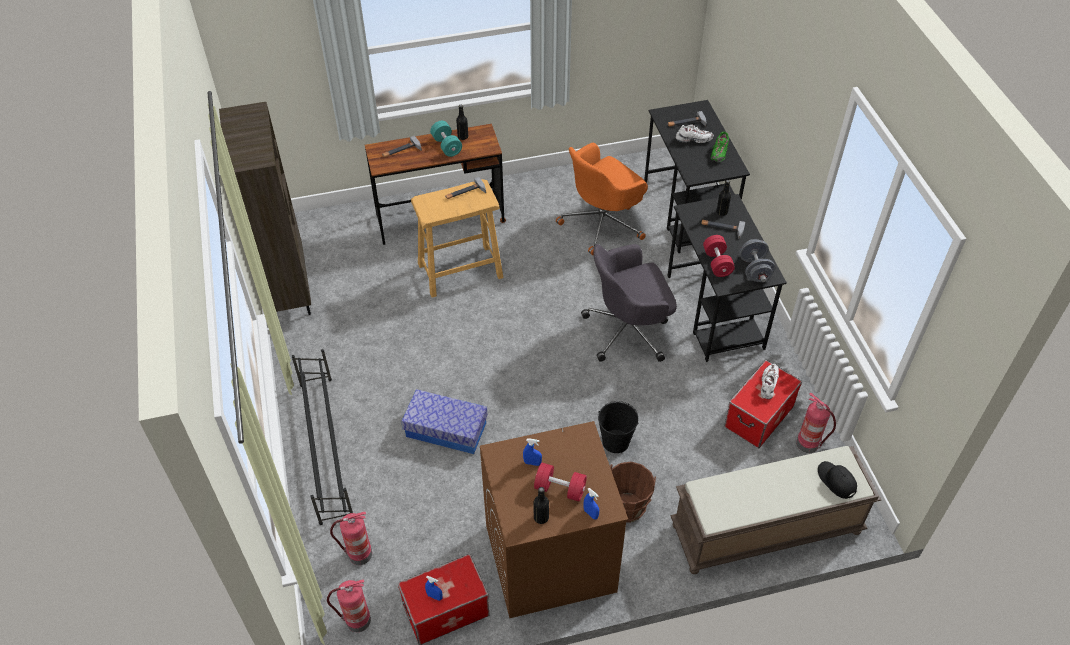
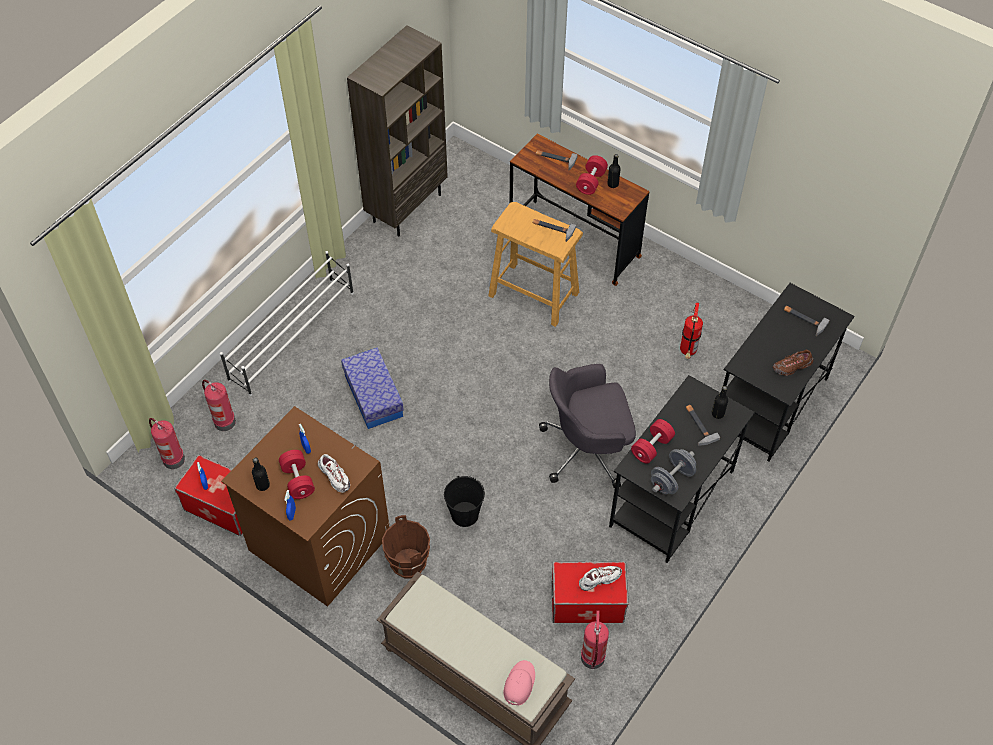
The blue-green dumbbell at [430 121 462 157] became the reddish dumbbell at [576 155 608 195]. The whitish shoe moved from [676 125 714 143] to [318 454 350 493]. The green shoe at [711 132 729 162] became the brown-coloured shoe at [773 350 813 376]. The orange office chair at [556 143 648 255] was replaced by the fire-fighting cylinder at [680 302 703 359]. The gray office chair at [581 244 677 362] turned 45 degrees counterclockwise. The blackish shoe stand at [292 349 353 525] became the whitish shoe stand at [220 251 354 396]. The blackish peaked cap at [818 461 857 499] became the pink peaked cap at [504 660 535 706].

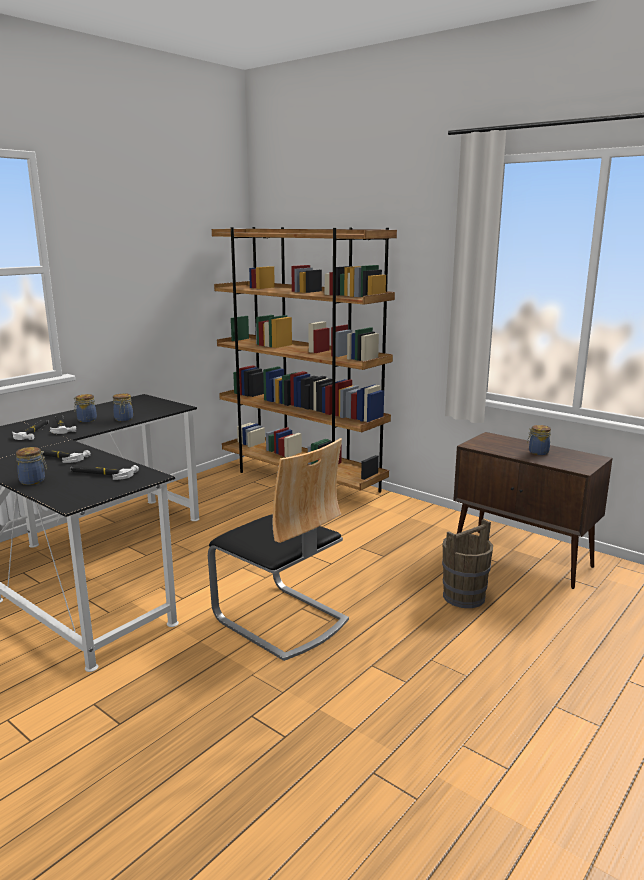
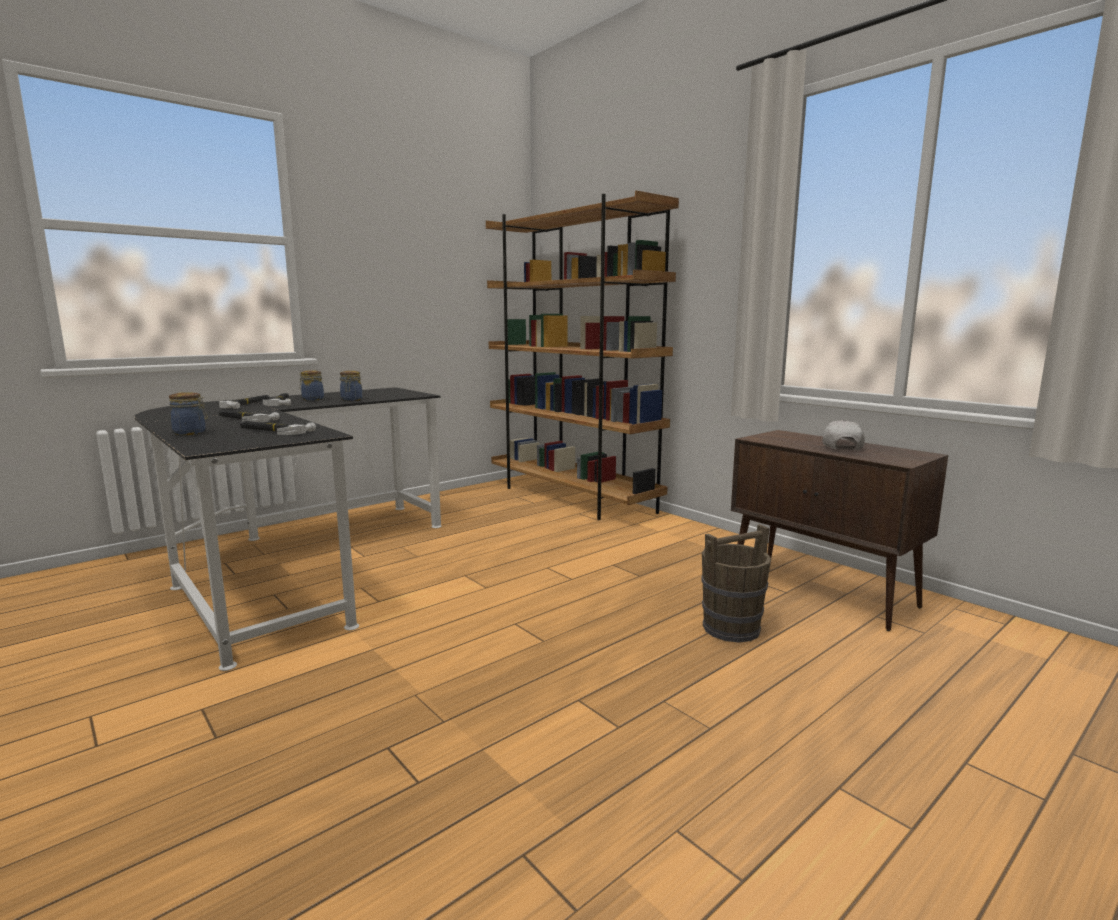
The storage jar at [527 425 551 455] was replaced by the whitish peaked cap at [822 420 865 450]. The upright chair at [208 438 349 661] disappeared.

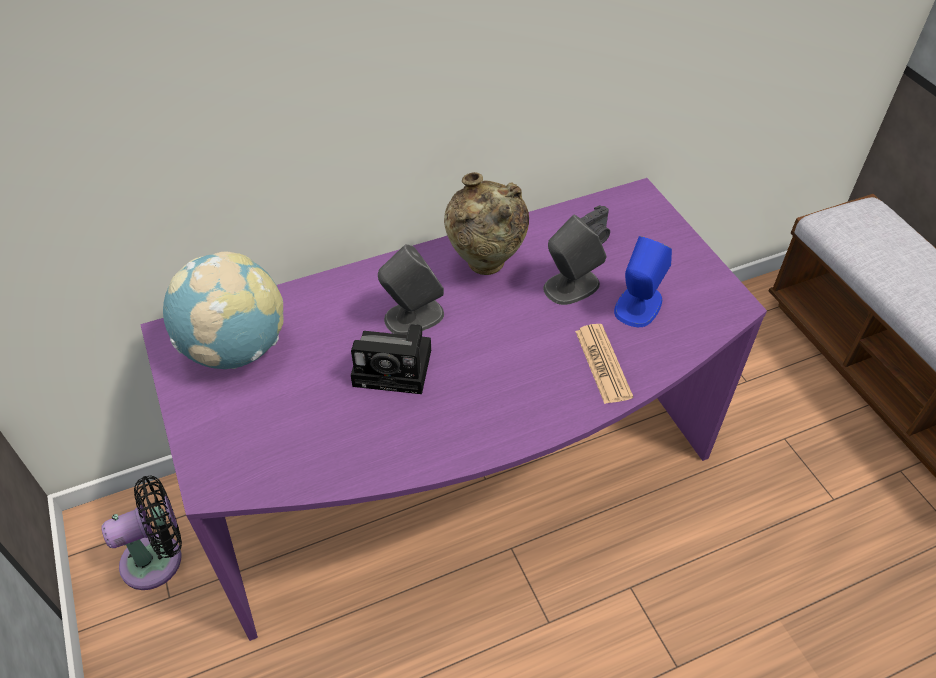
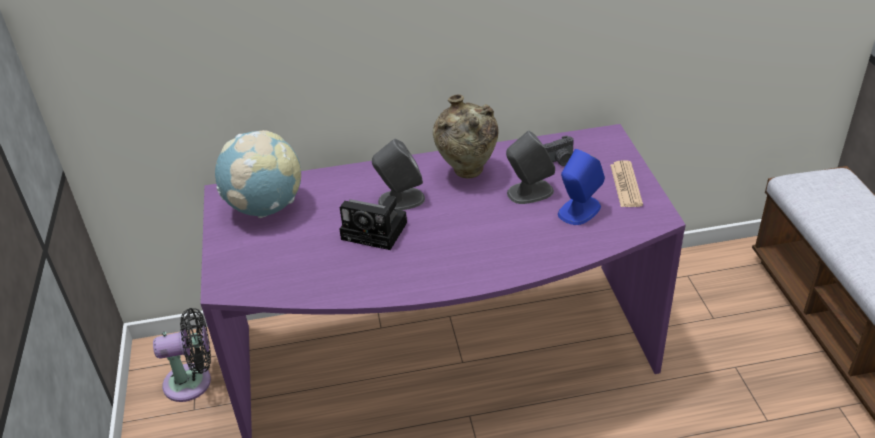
The newspaper moved from [575 324 633 404] to [610 160 643 207].

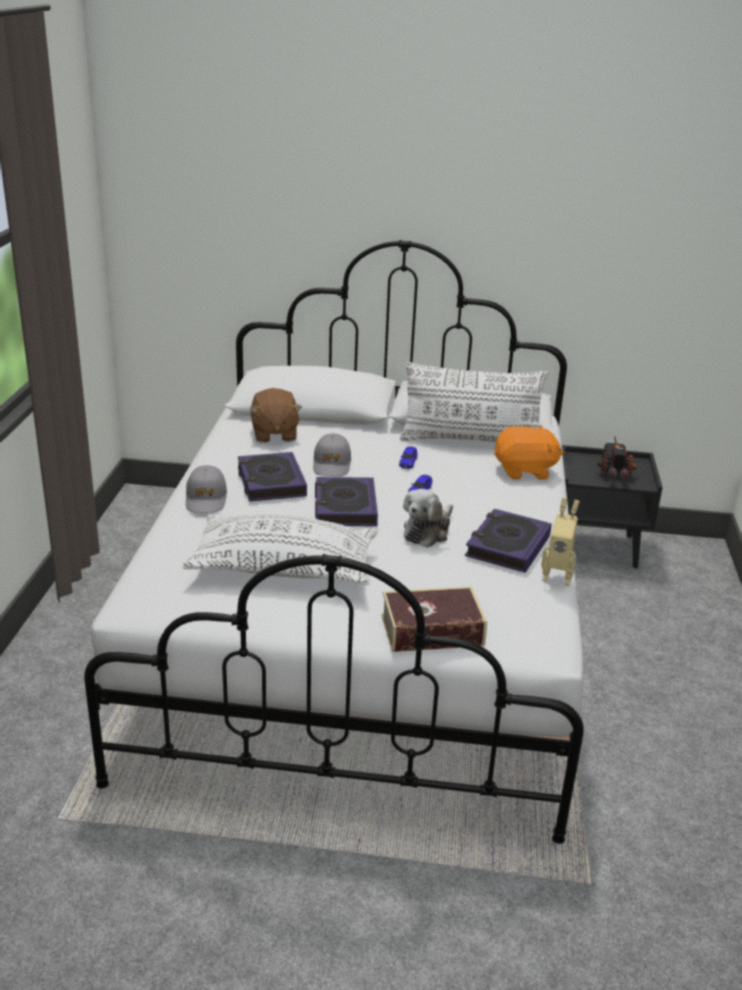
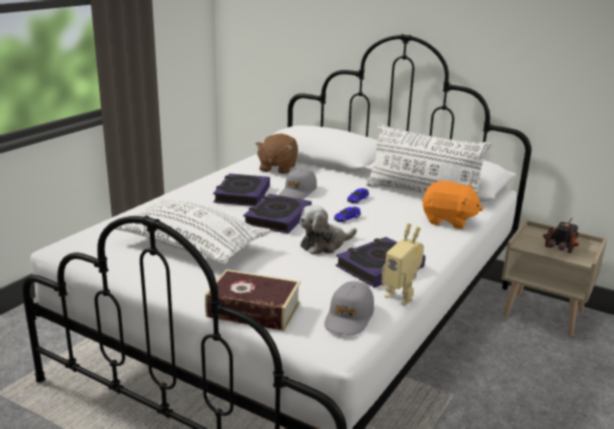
The blackish night table at [562 445 663 568] became the beige-coloured night table at [501 220 607 337]. The gray peaked cap moved from [186 465 227 513] to [324 281 374 335].

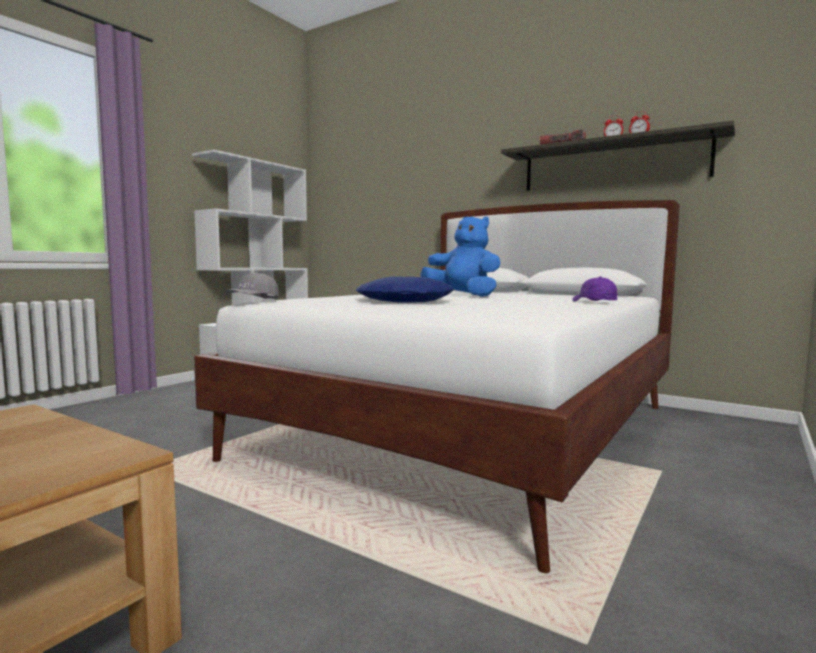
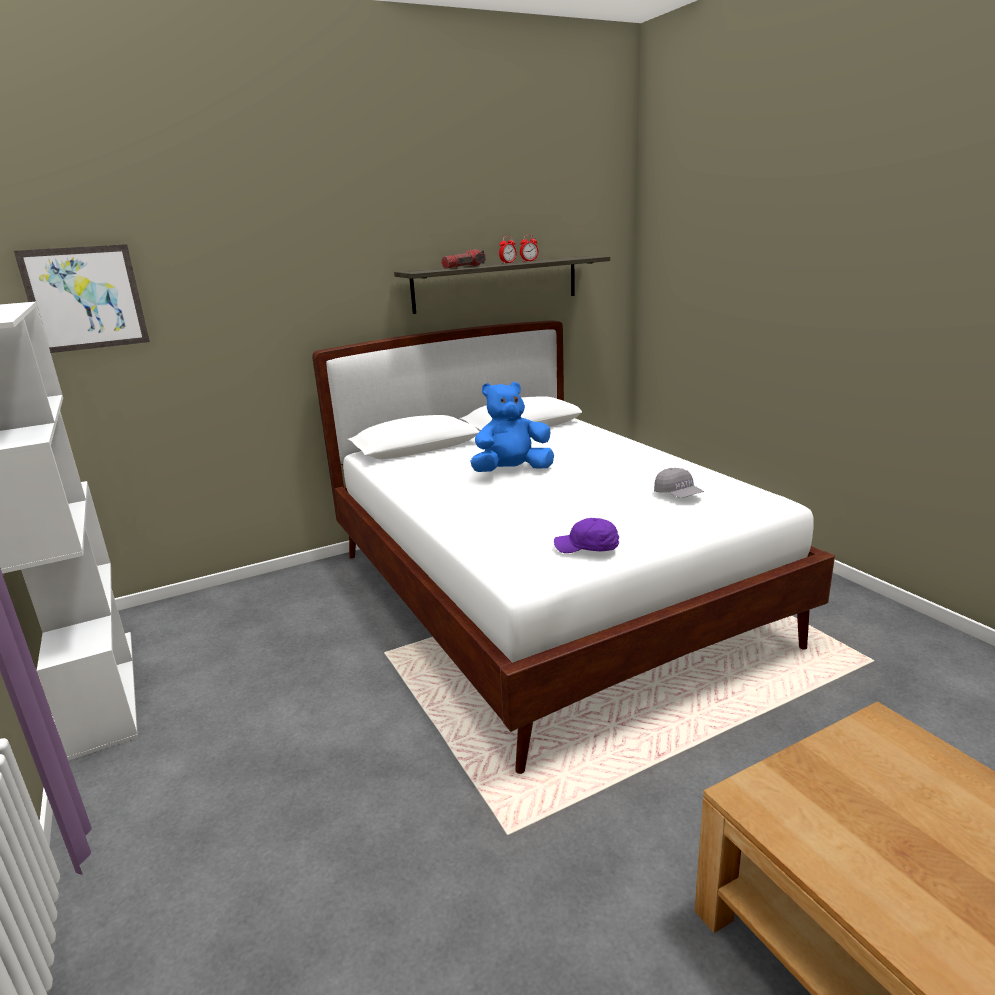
The gray peaked cap moved from [226 272 279 299] to [654 468 704 498]. The blue throw pillow at [356 276 454 303] disappeared. The purple-coloured peaked cap moved from [572 277 617 302] to [554 518 619 553]. The picture at [14 244 150 353] appeared.

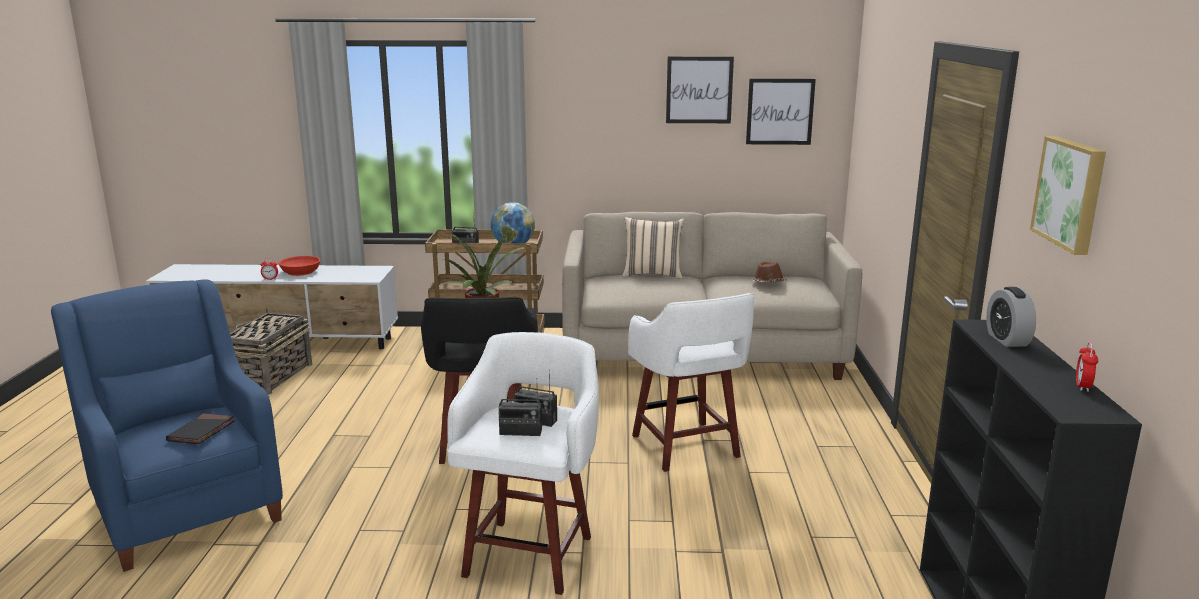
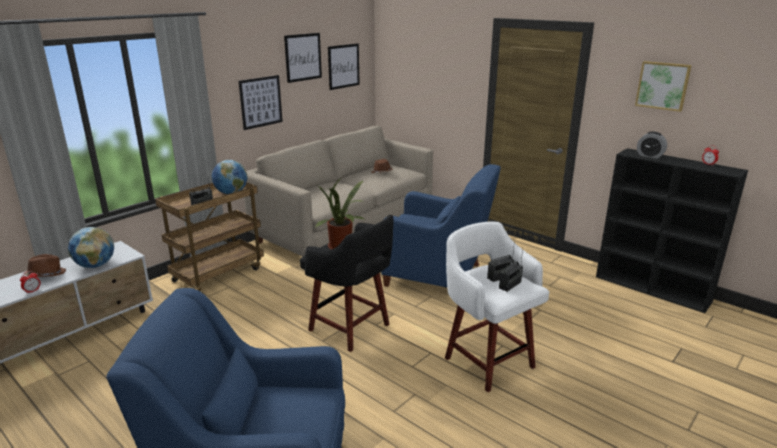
The beige-coloured throw pillow at [622 217 684 279] disappeared. The reddish serving bowl at [278 256 321 276] was replaced by the brown-coloured clothing hat at [24 254 66 277]. The whitish sitting stool at [628 293 754 472] was replaced by the blue armchair at [381 164 501 287]. The storage basket at [230 307 312 395] disappeared. The blackish bound book at [166 413 235 444] disappeared. The picture at [239 75 283 130] appeared. The desk globe at [68 227 114 268] appeared.

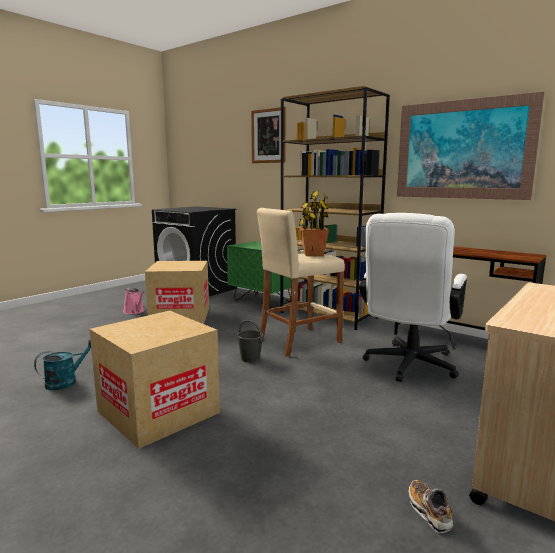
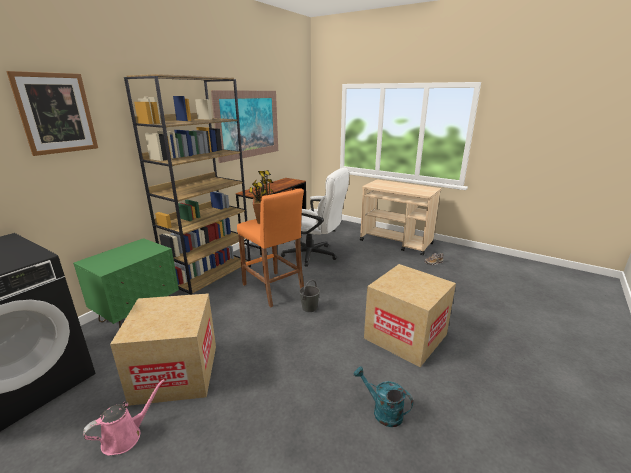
The beige-coloured sitting stool at [257 208 345 357] became the orange sitting stool at [237 188 304 307].

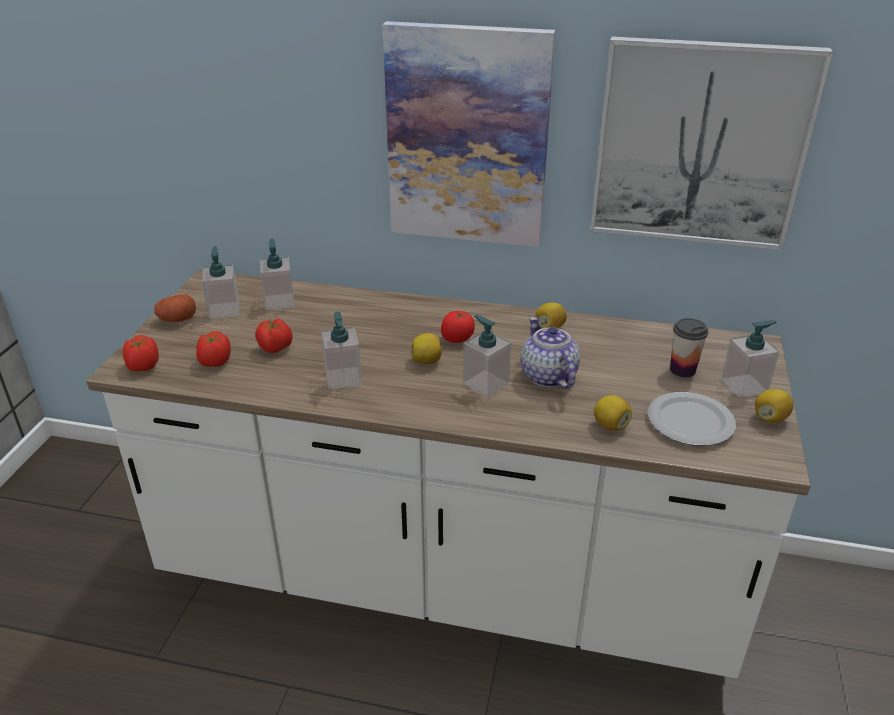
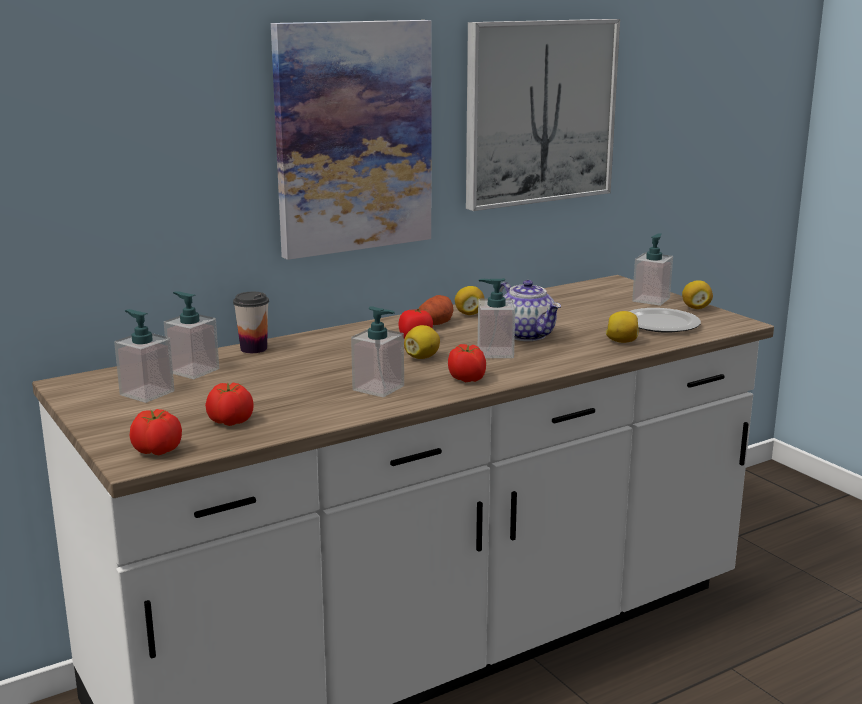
The whole potato moved from [154 294 196 322] to [418 295 454 325]. The teapot at [521 317 580 389] turned 150 degrees counterclockwise. The fresh tomato moved from [255 318 293 353] to [448 344 486 382]. The small cup moved from [670 318 709 378] to [233 292 269 353].

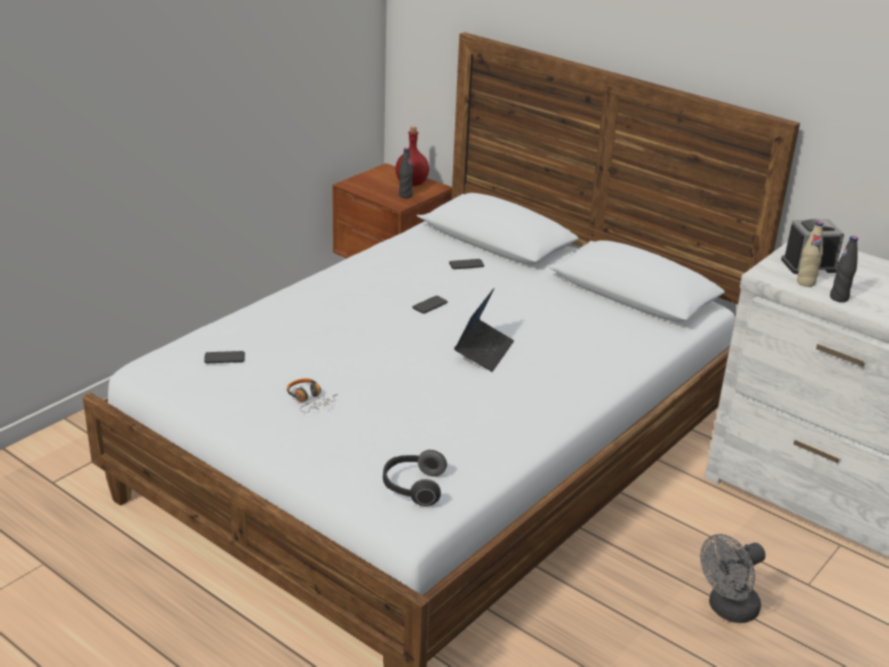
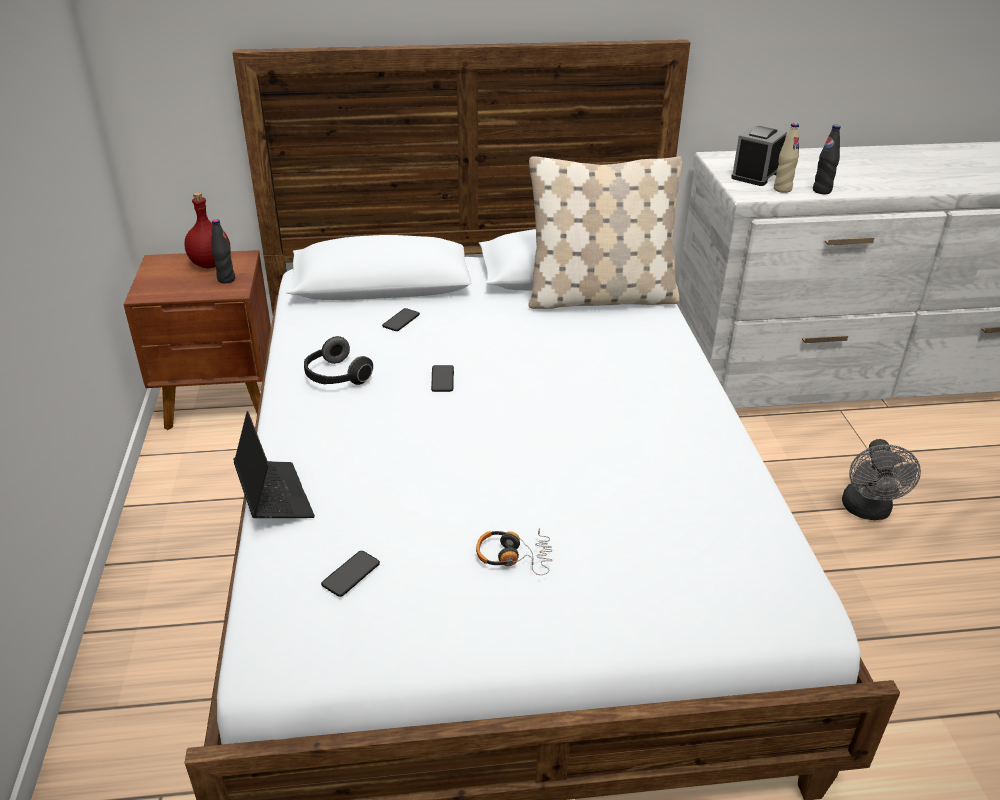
The portable computer moved from [454 288 514 372] to [233 411 315 518]. The headset moved from [383 450 447 506] to [304 336 373 385]. The beige-coloured throw pillow at [528 156 682 309] appeared.

